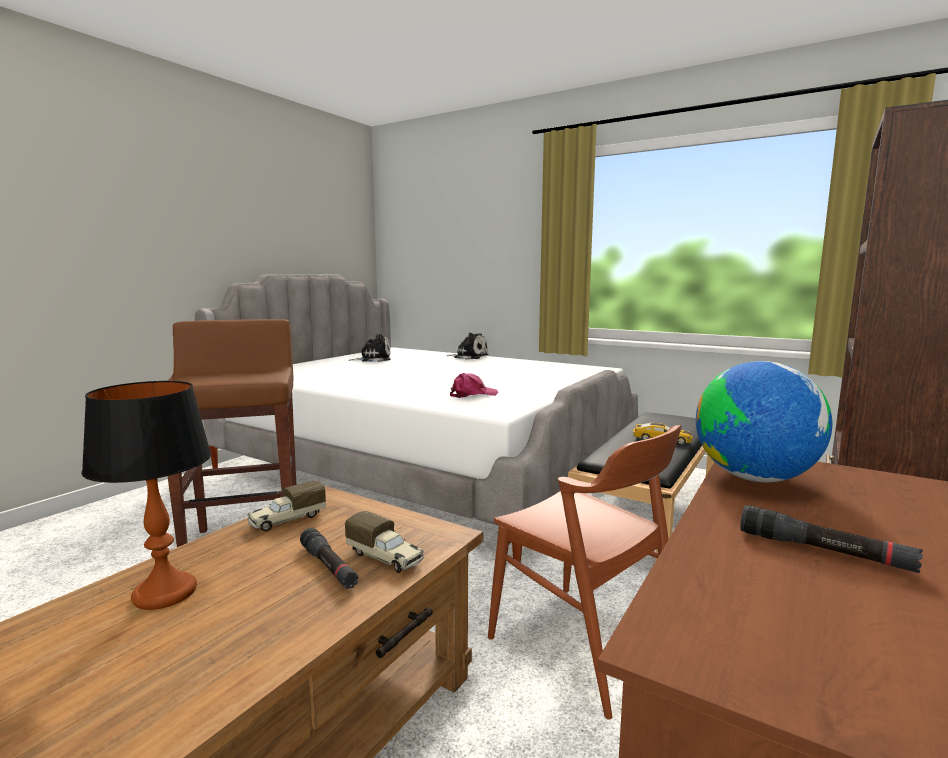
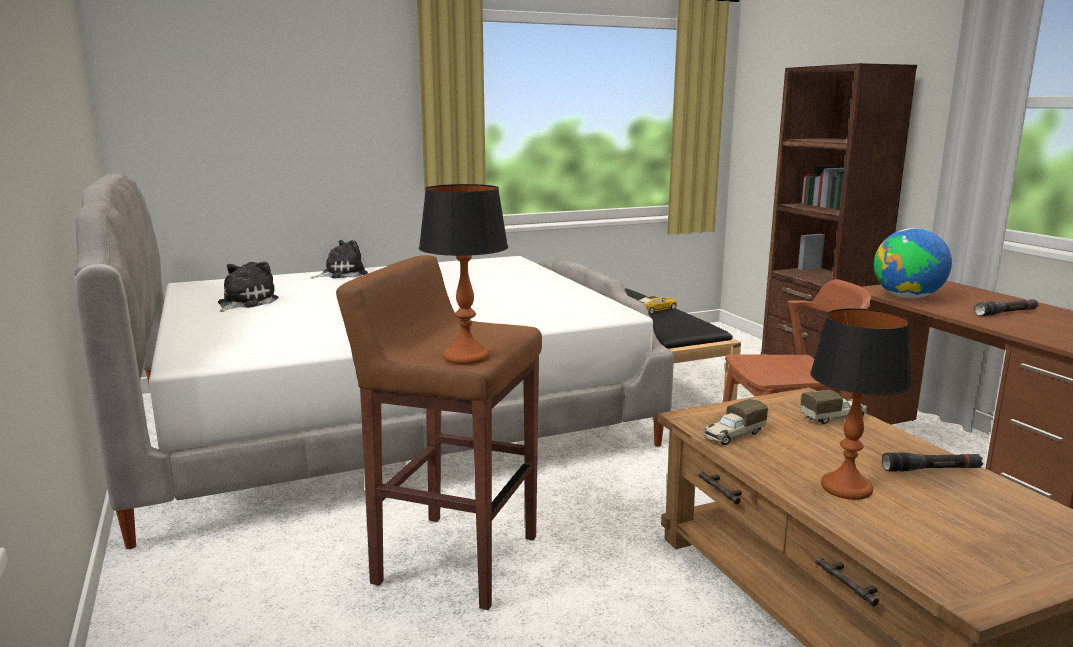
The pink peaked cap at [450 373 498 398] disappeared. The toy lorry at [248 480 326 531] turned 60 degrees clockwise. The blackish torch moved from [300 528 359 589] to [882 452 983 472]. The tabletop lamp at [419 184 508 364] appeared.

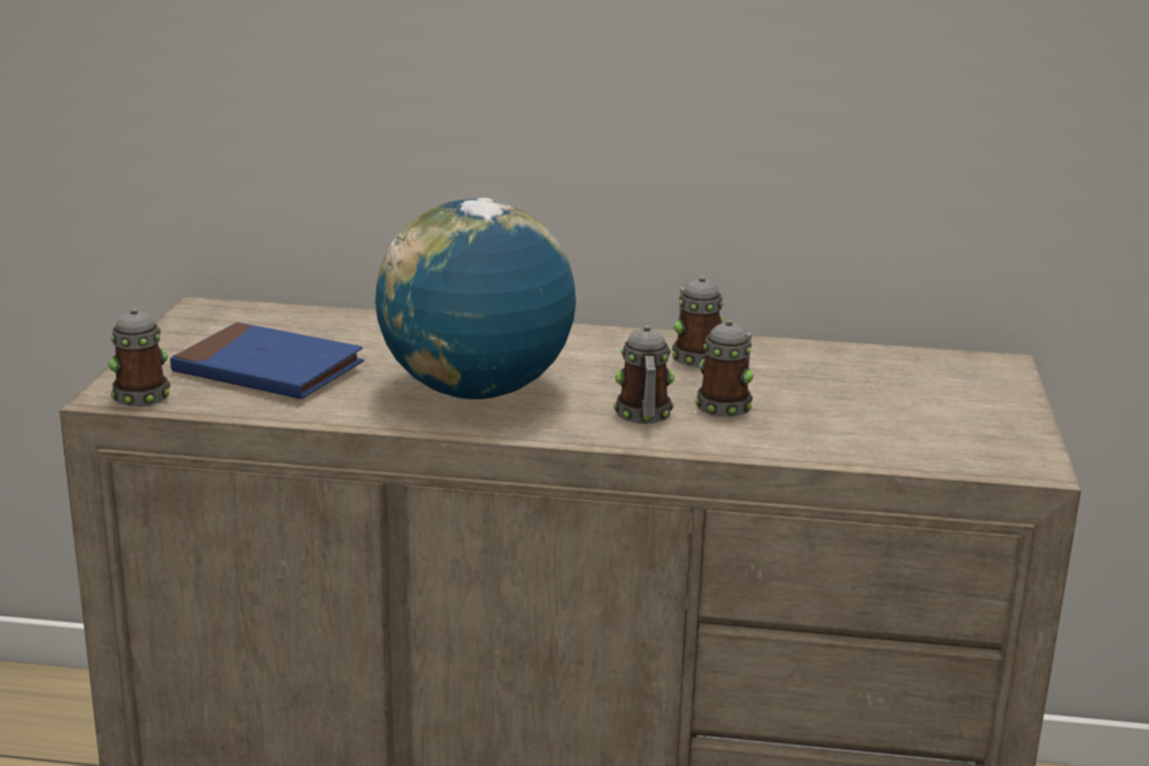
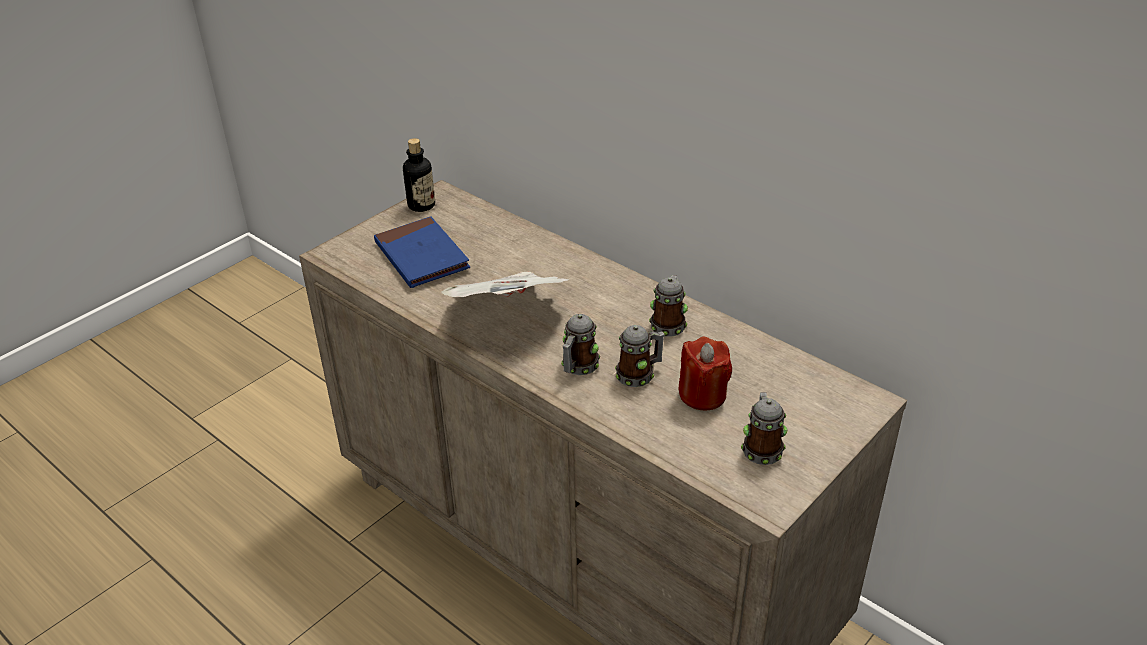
The desk globe at [375 198 576 400] was replaced by the newspaper at [441 271 570 297]. The tea mug moved from [109 309 171 407] to [741 392 787 465]. The drink bottle at [403 138 435 212] appeared. The reddish wax candle at [678 337 732 410] appeared.

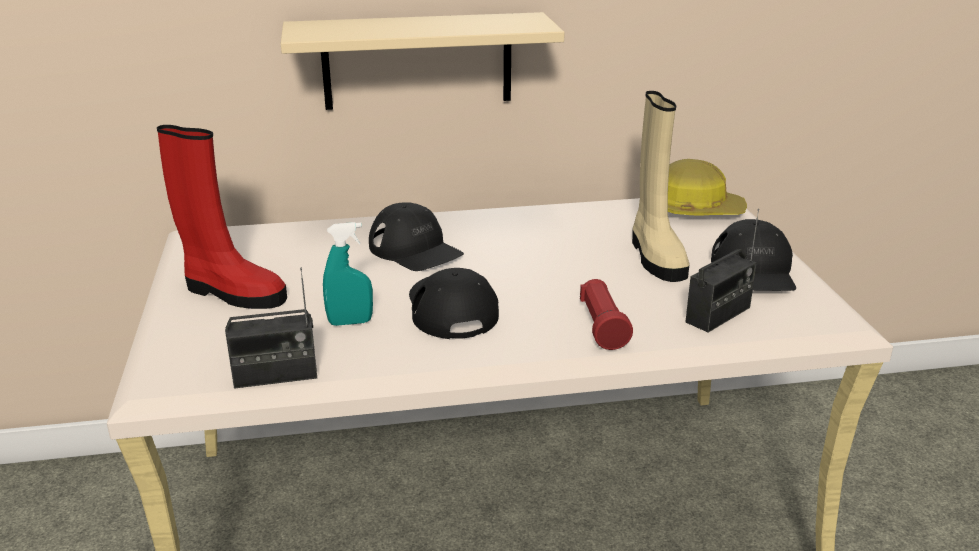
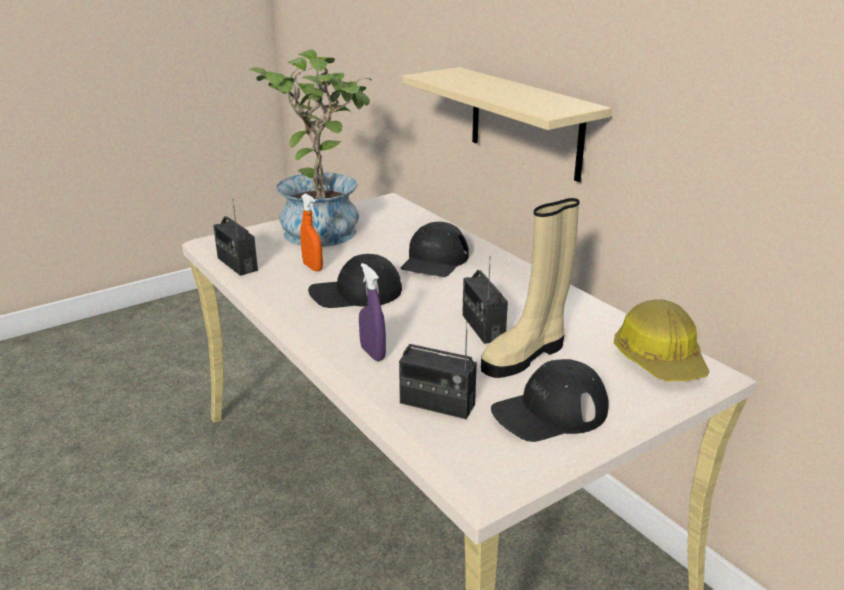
The reddish boot at [157 125 287 309] was replaced by the houseplant at [249 49 373 247]. The blue-green hand sprayer at [323 222 373 326] became the orange hand sprayer at [300 194 323 271]. The blackish peaked cap at [409 268 499 339] turned 150 degrees counterclockwise. The reddish torch at [580 279 633 350] was replaced by the purple-coloured hand sprayer at [359 263 386 361]. The radio at [462 256 508 344] appeared.

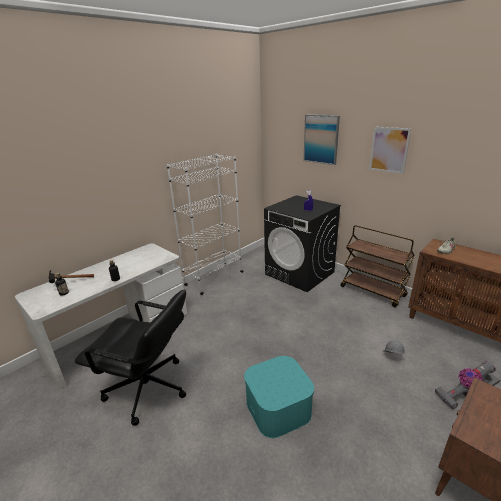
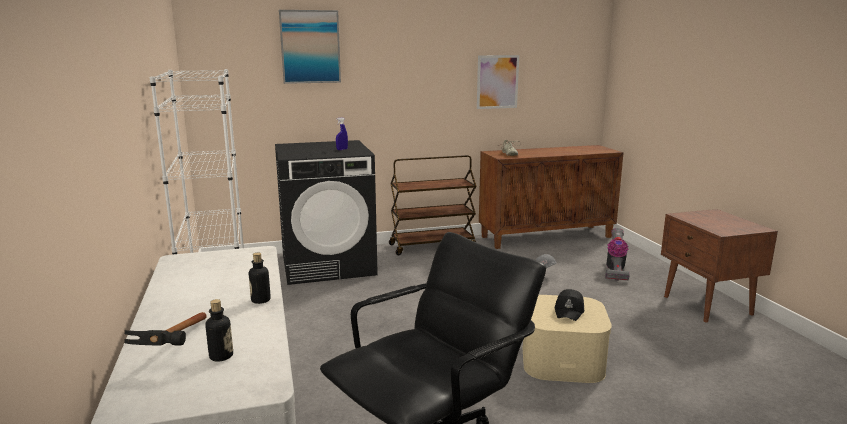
The picture moved from [369 127 411 174] to [477 55 519 109]. The blue-green storage container at [244 356 314 438] became the beige-coloured storage container at [522 295 612 383]. The blackish peaked cap at [555 289 584 321] appeared.

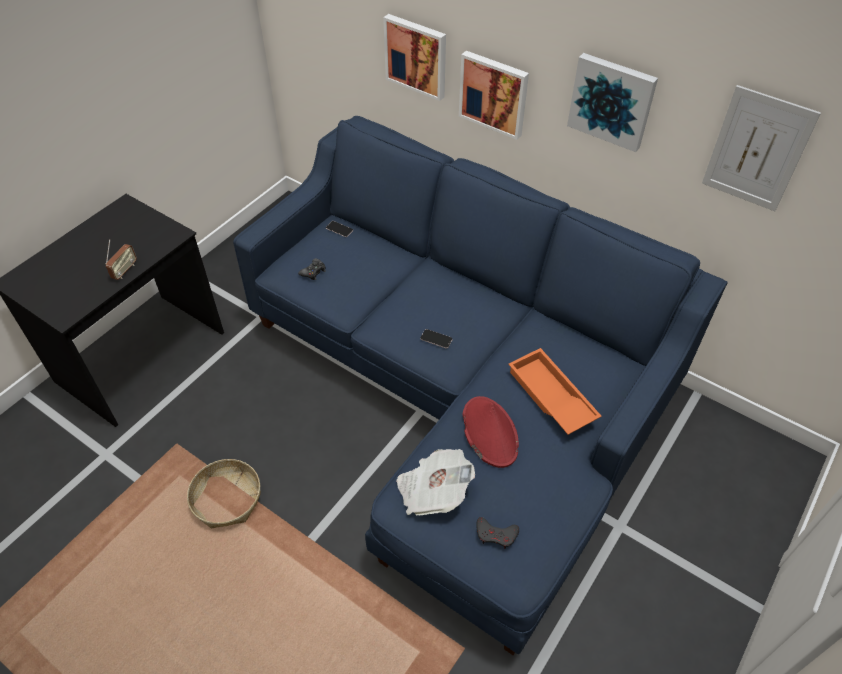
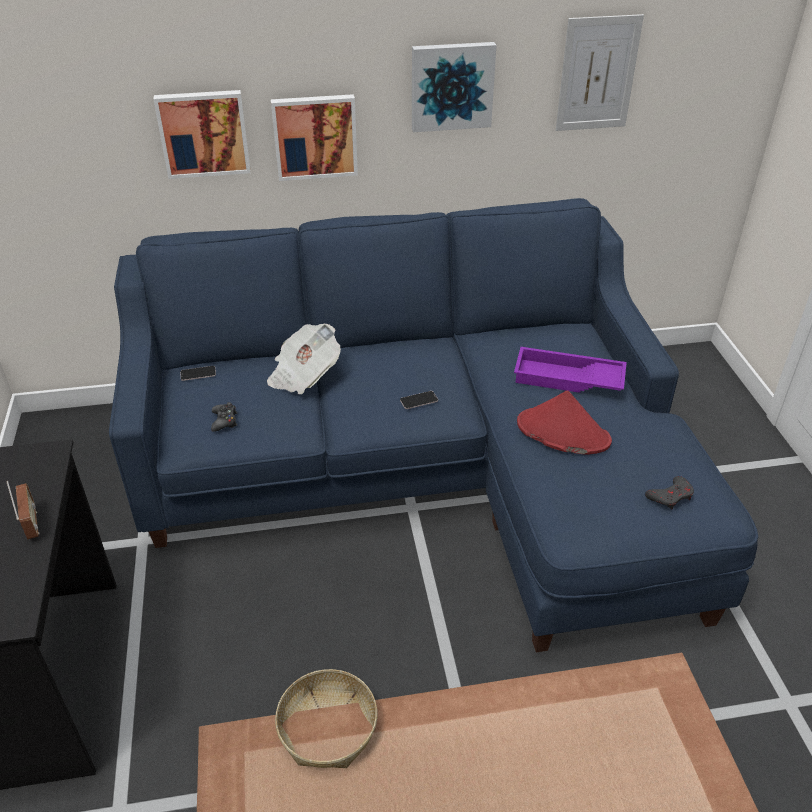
The orange carrying tray at [508 348 602 435] became the purple-coloured carrying tray at [514 347 627 393]. The newspaper moved from [396 449 475 515] to [267 324 341 394].

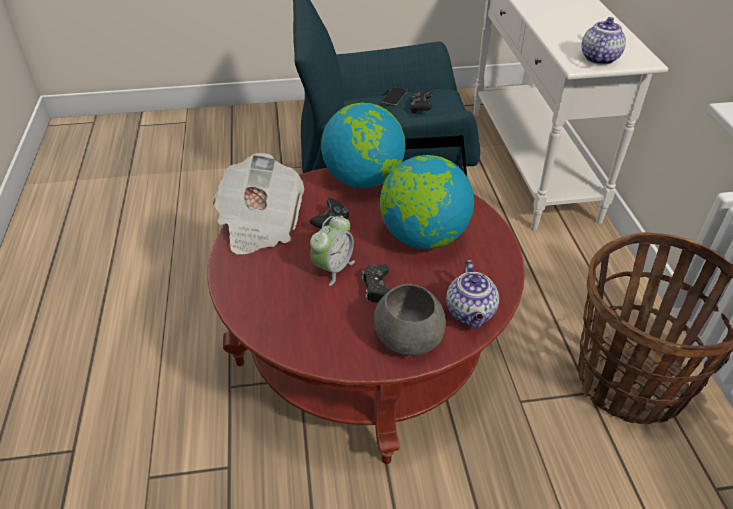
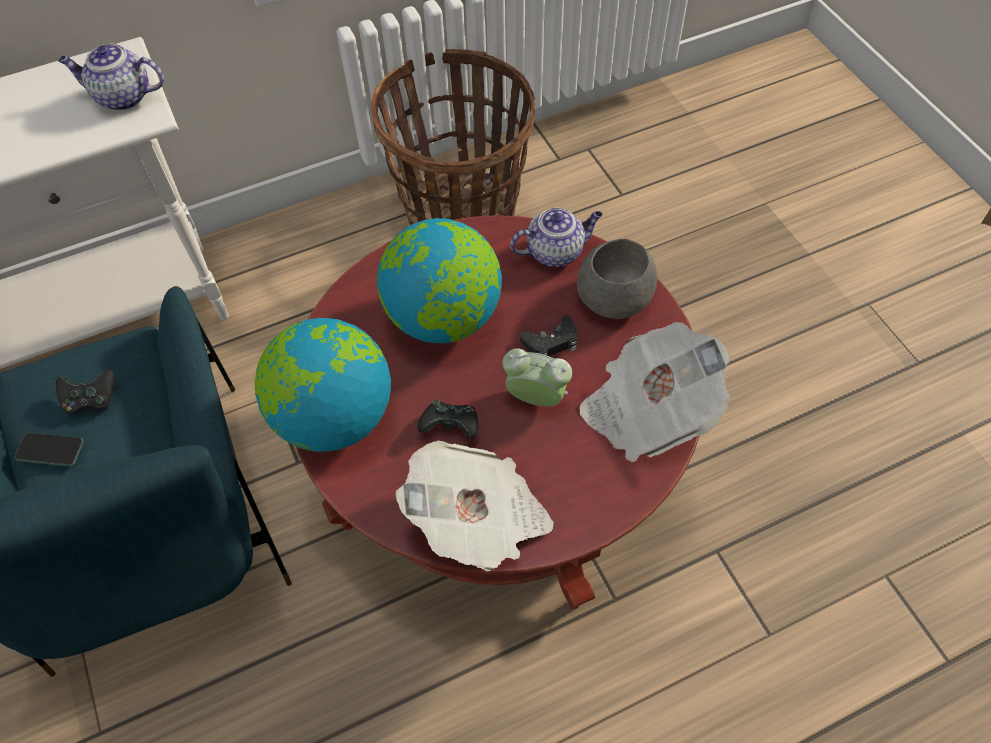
The newspaper at [580 322 731 462] appeared.

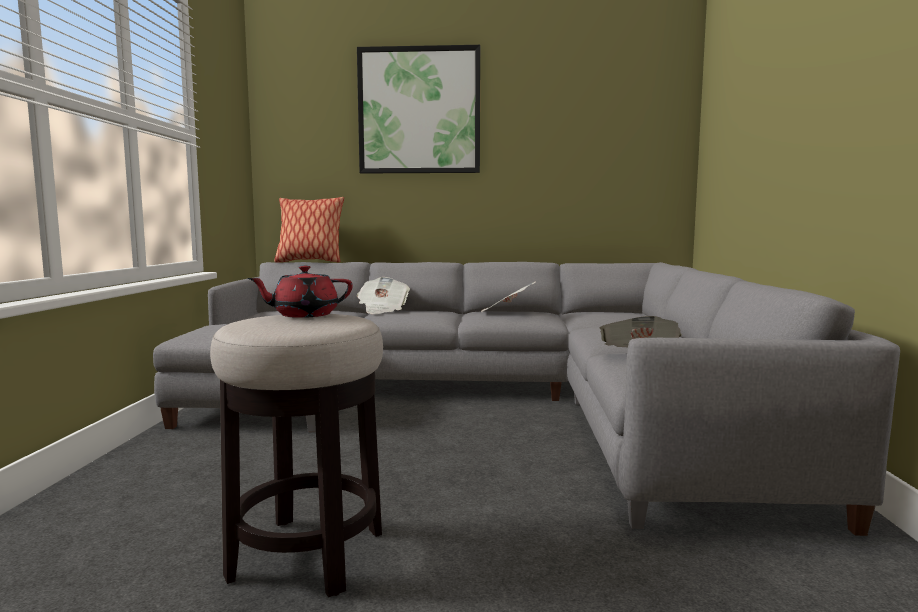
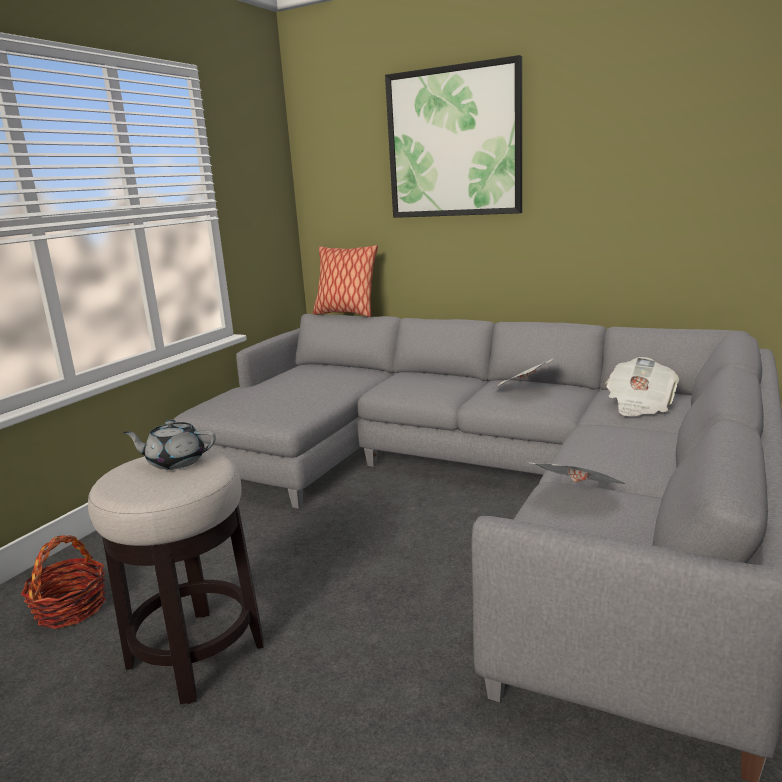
The reddish teapot at [247 265 353 318] became the gray teapot at [123 420 216 470]. The newspaper moved from [357 277 410 314] to [606 357 679 416]. The storage basket at [21 535 106 629] appeared.

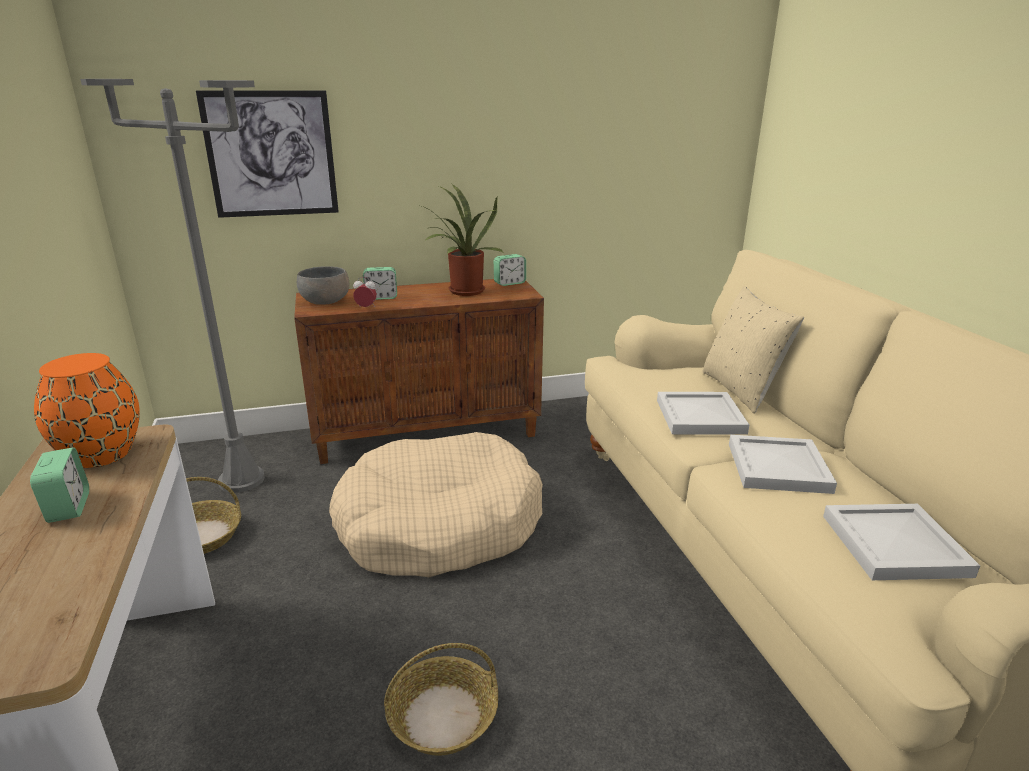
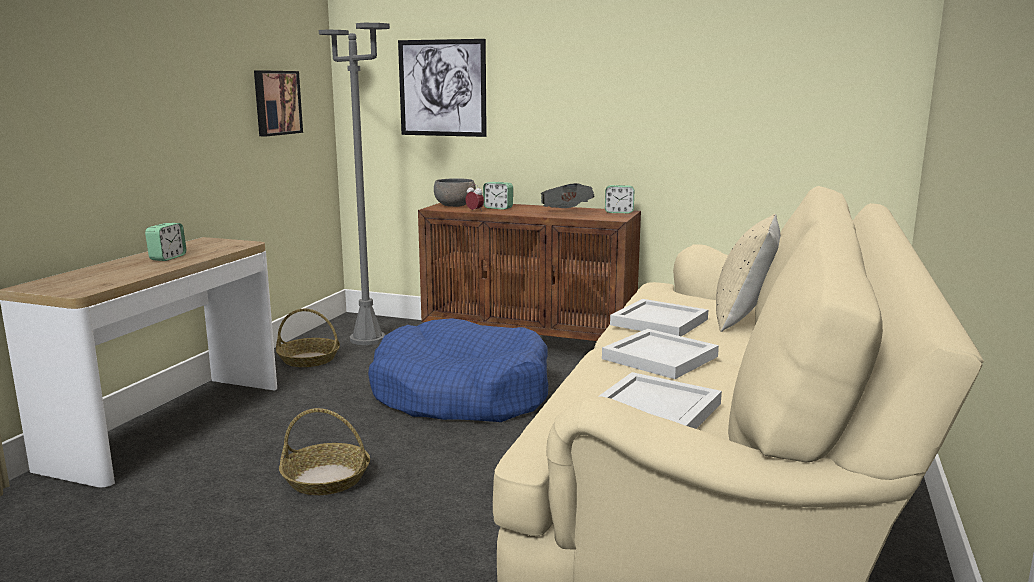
The houseplant at [418 184 504 296] was replaced by the newspaper at [541 183 595 208]. The orange flower vase at [34 353 140 468] disappeared. The beige-coloured pet bed at [329 432 543 577] became the blue pet bed at [368 318 548 422]. The picture at [254 70 303 136] appeared.

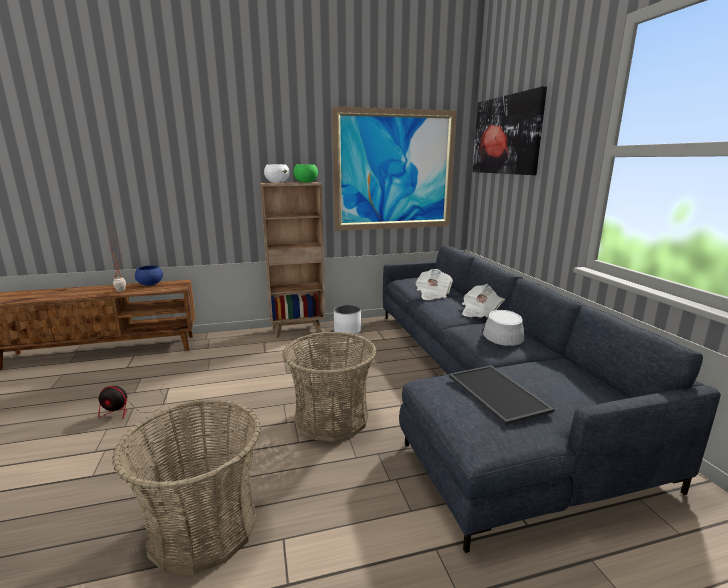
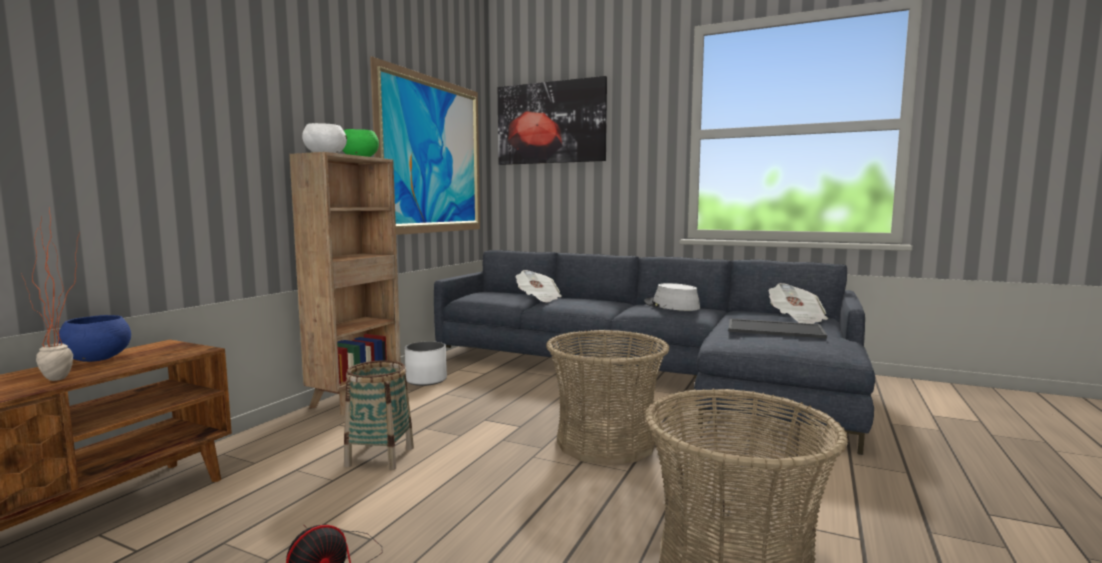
The newspaper moved from [462 284 505 317] to [769 283 828 324]. The storage basket at [344 360 414 470] appeared.

